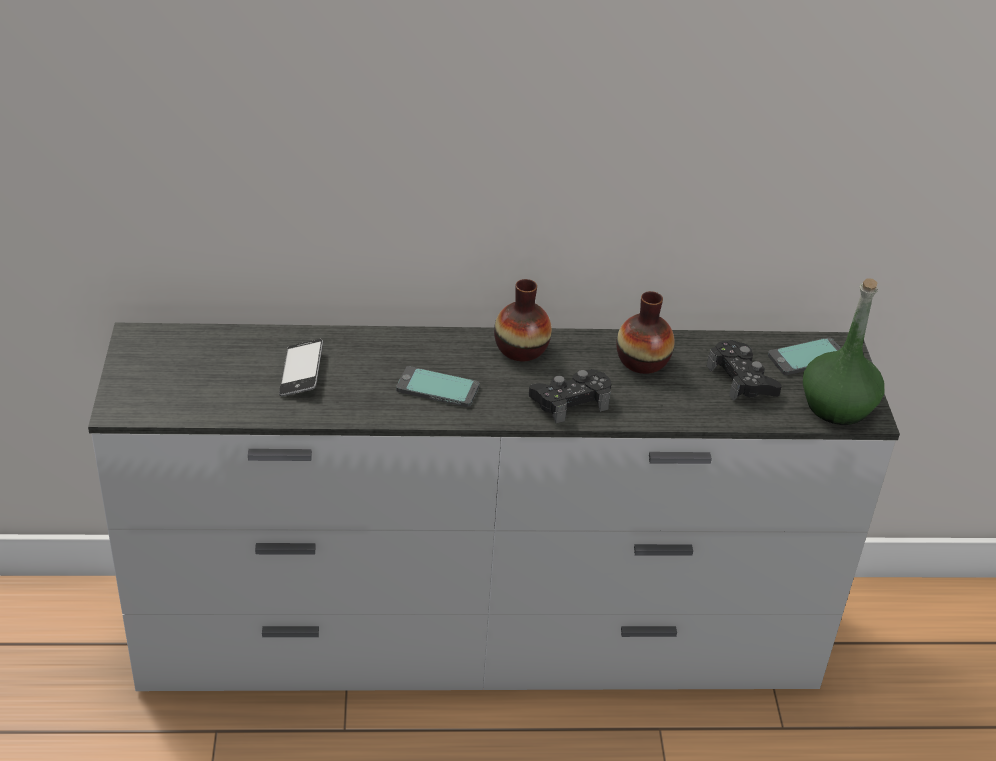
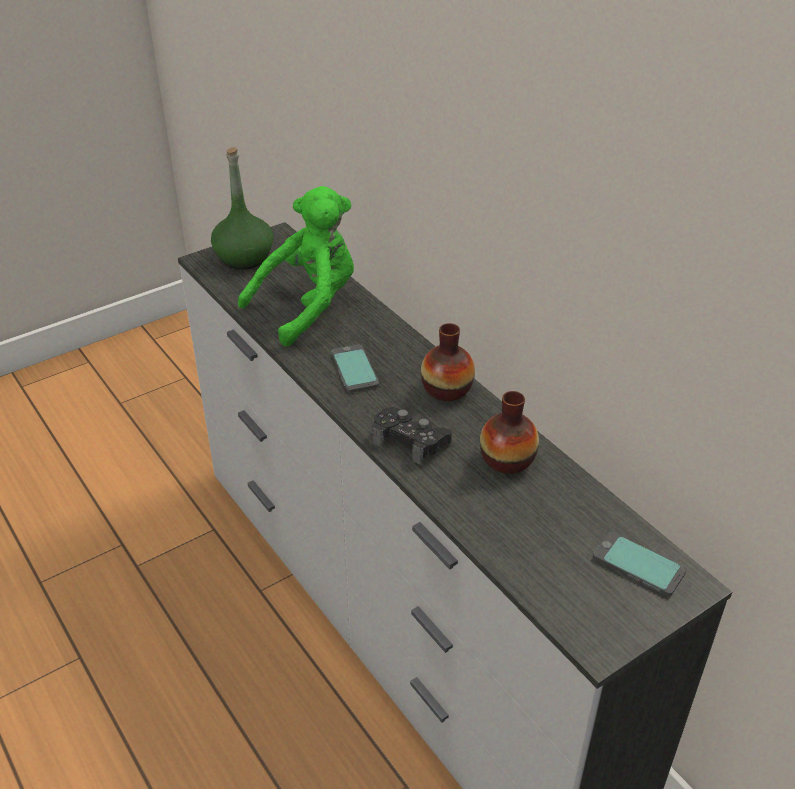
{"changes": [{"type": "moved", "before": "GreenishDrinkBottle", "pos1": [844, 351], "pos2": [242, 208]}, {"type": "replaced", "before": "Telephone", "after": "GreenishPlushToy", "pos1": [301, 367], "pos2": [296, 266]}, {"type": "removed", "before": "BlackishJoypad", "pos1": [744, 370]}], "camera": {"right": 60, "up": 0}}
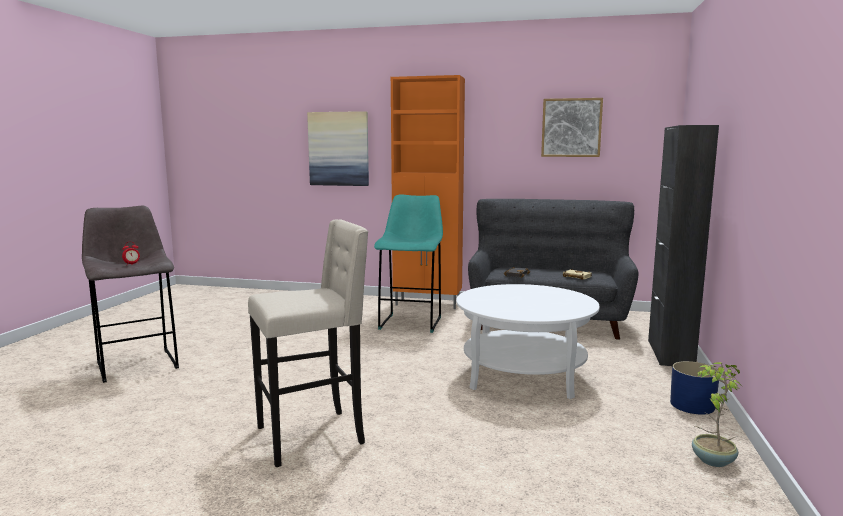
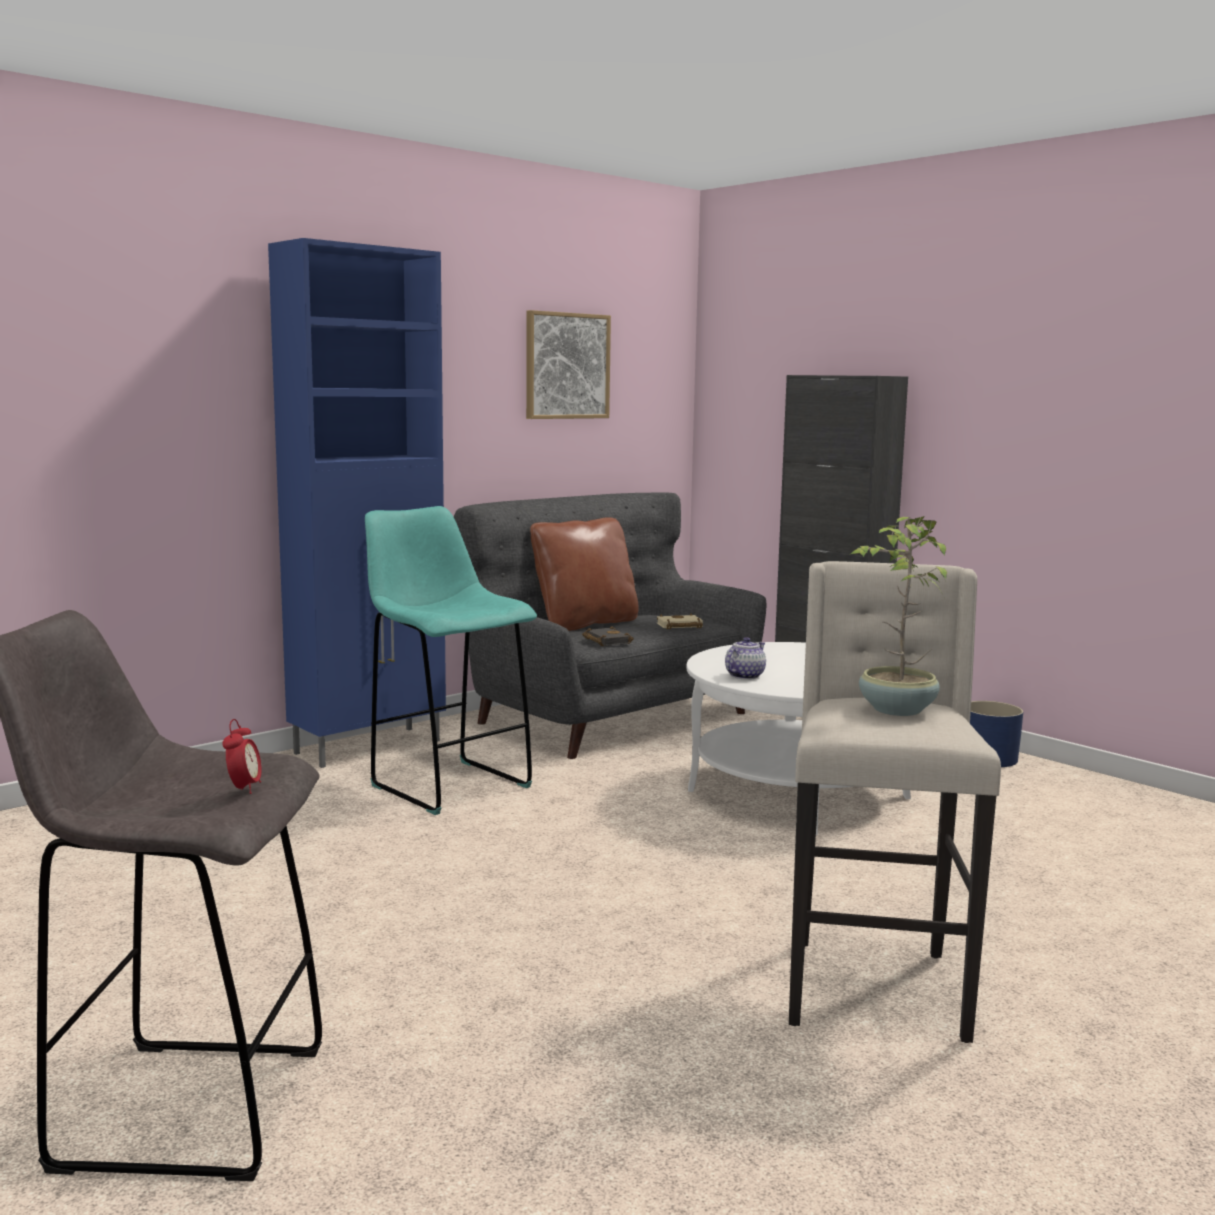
{"changes": [{"type": "recoloured", "before": "OrangeCupboard", "after": "BluishCupboard", "pos1": [428, 192], "pos2": [357, 503]}, {"type": "added", "after": "BrownThrowPillow", "pos2": [584, 574]}, {"type": "added", "after": "PotForTea", "pos2": [745, 658]}, {"type": "moved", "before": "PlantInAPot", "pos1": [717, 414], "pos2": [898, 616]}, {"type": "removed", "before": "WallPicture", "pos1": [338, 148]}], "camera": {"right": -55, "up": 0}}
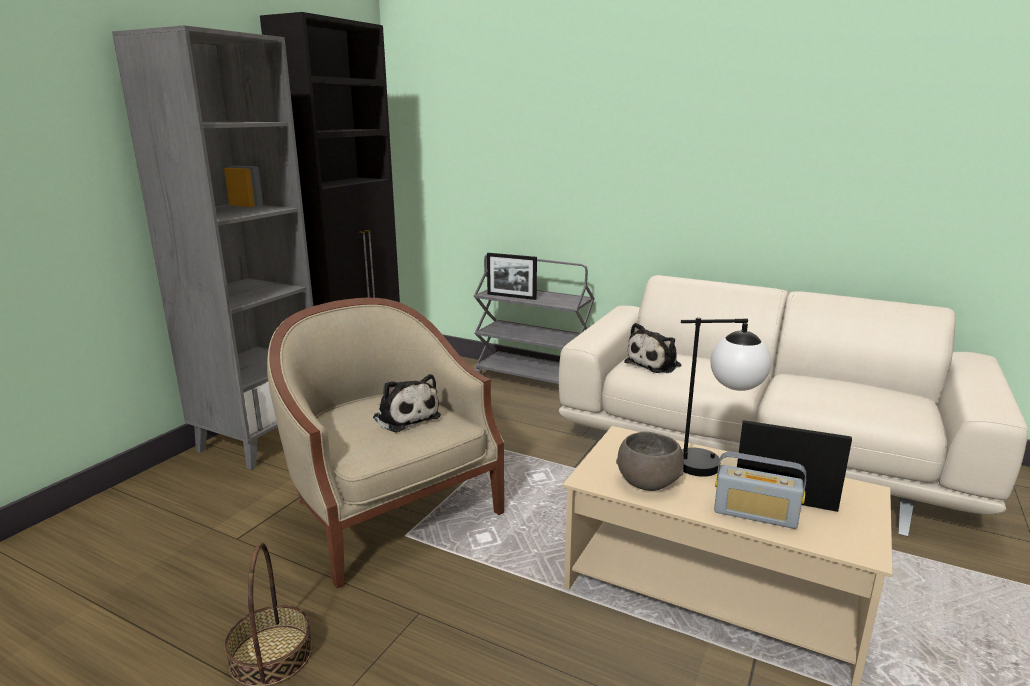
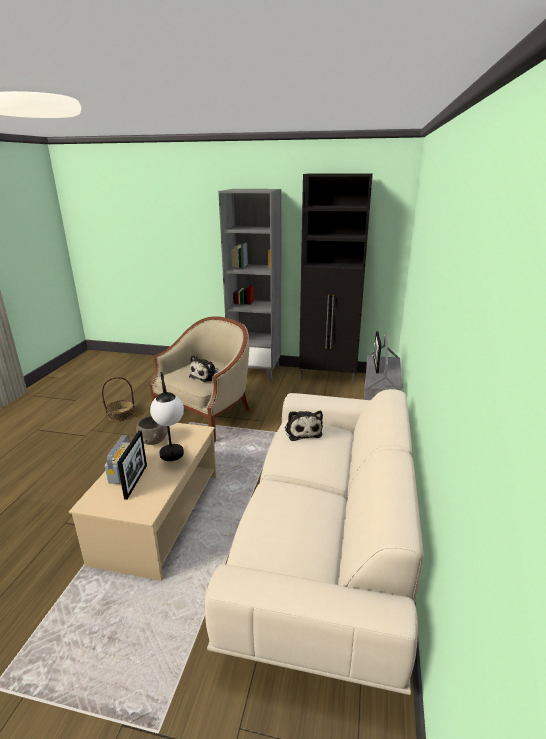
{"changes": [{"type": "turned", "before": "PlushToy", "pos1": [653, 348], "pos2": [304, 426], "turn": -135}], "camera": {"right": 75, "up": 5}}
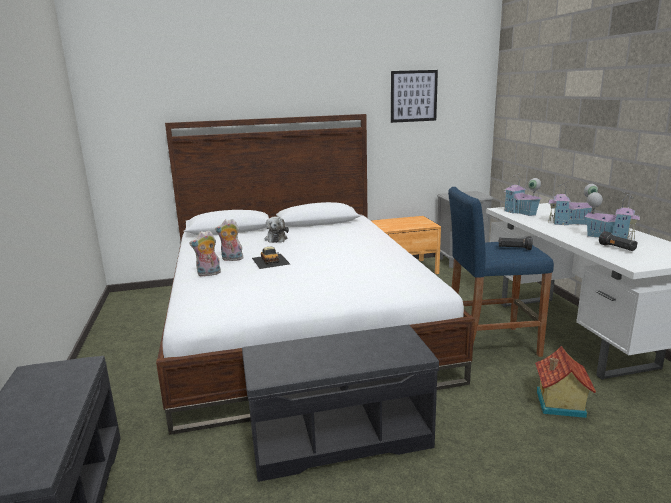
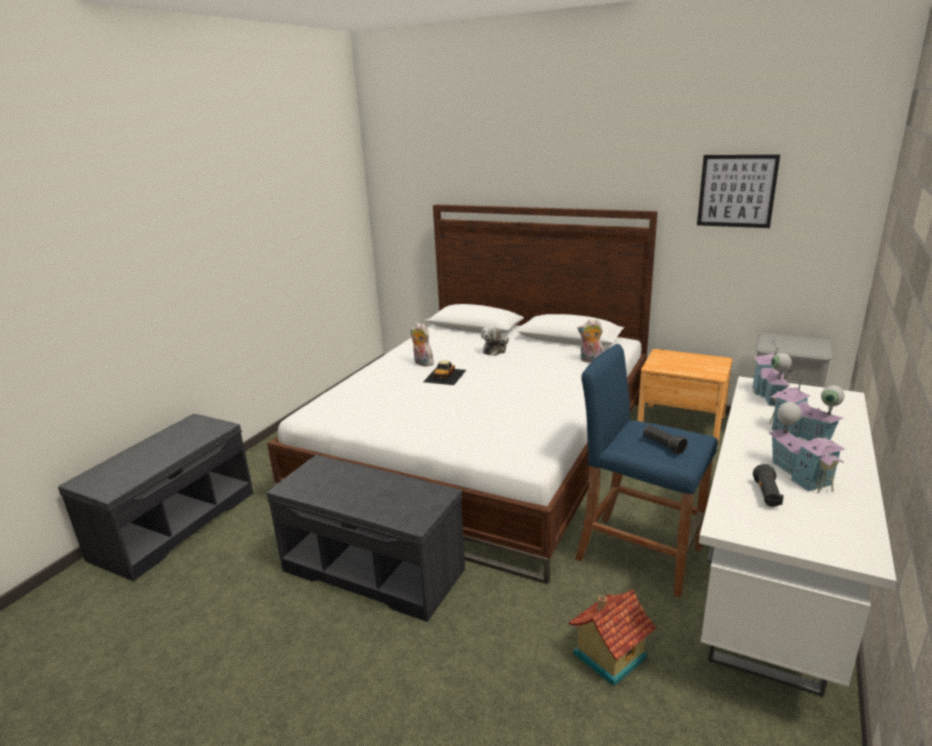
{"changes": [{"type": "moved", "before": "PlushToy", "pos1": [205, 253], "pos2": [590, 341]}], "camera": {"right": 40, "up": 5}}
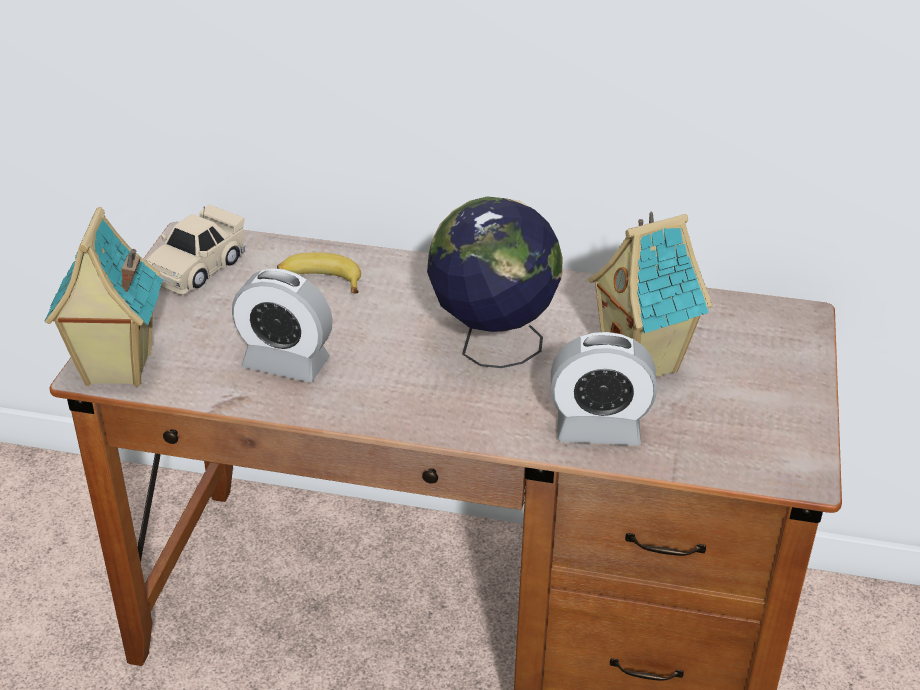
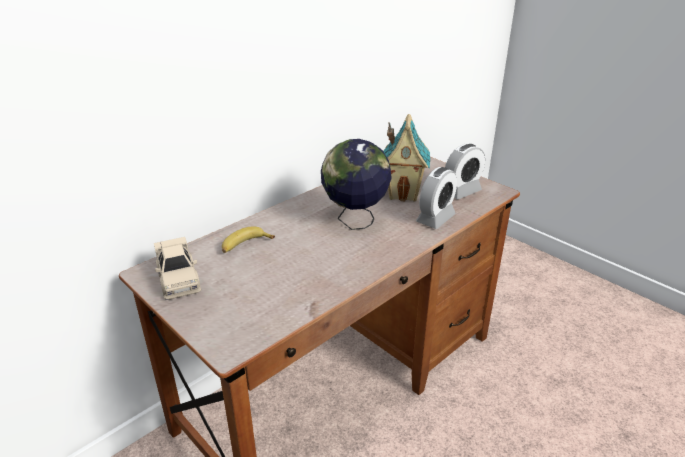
{"changes": [{"type": "moved", "before": "TableClock", "pos1": [282, 325], "pos2": [465, 171]}, {"type": "removed", "before": "ModelHouse", "pos1": [103, 297]}], "camera": {"right": -55, "up": -5}}
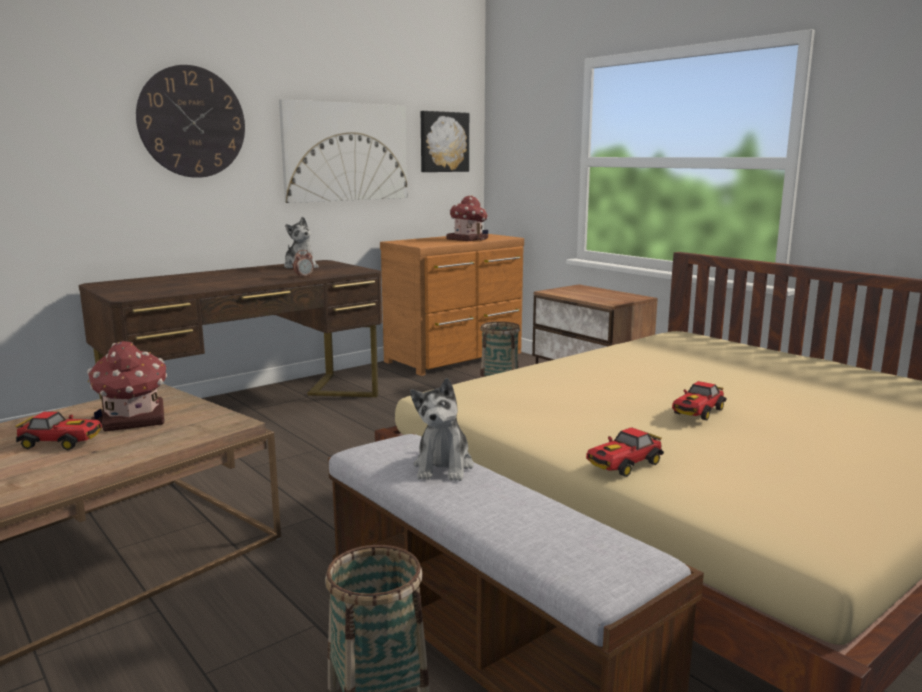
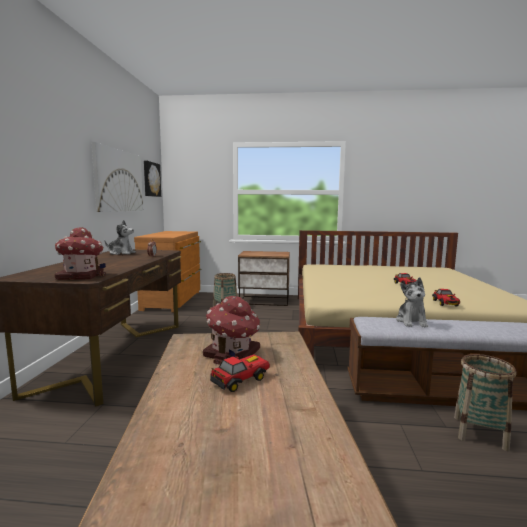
{"changes": [{"type": "moved", "before": "ModelHouse", "pos1": [467, 218], "pos2": [80, 253]}, {"type": "turned", "before": "PlushToy", "pos1": [442, 429], "pos2": [412, 302], "turn": 45}, {"type": "removed", "before": "WallClock", "pos1": [190, 121]}], "camera": {"right": -45, "up": -5}}
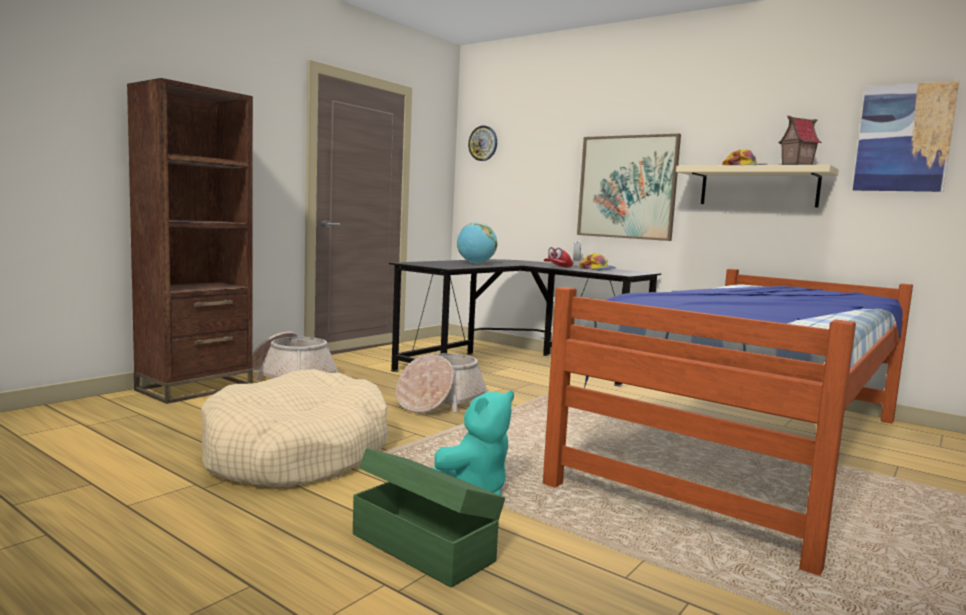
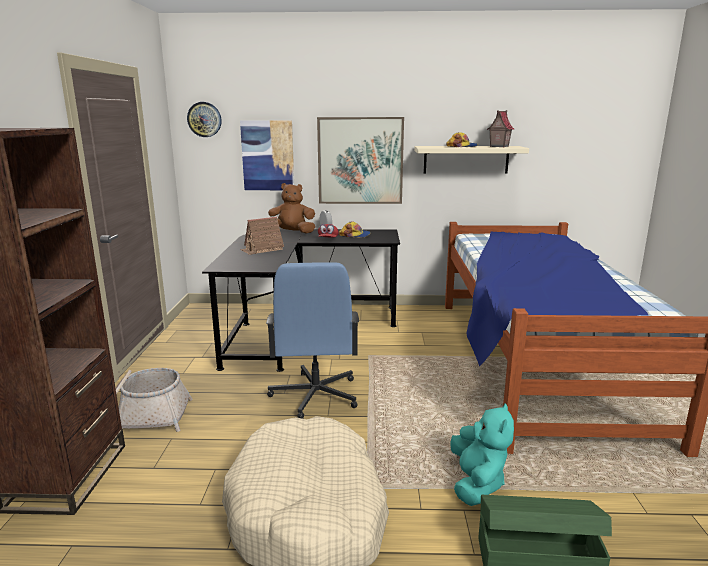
{"changes": [{"type": "moved", "before": "WallPicture", "pos1": [906, 136], "pos2": [267, 155]}, {"type": "replaced", "before": "Globe", "after": "ModelHouse", "pos1": [477, 243], "pos2": [262, 235]}, {"type": "replaced", "before": "StorageBasket", "after": "BluishOfficeChair", "pos1": [442, 383], "pos2": [312, 340]}, {"type": "added", "after": "BrownPlushToy", "pos2": [291, 208]}], "camera": {"right": -35, "up": 10}}
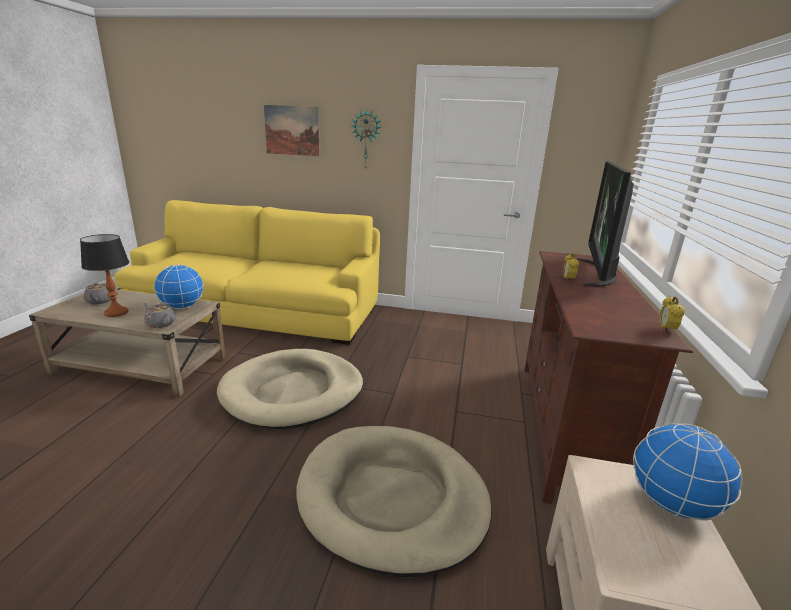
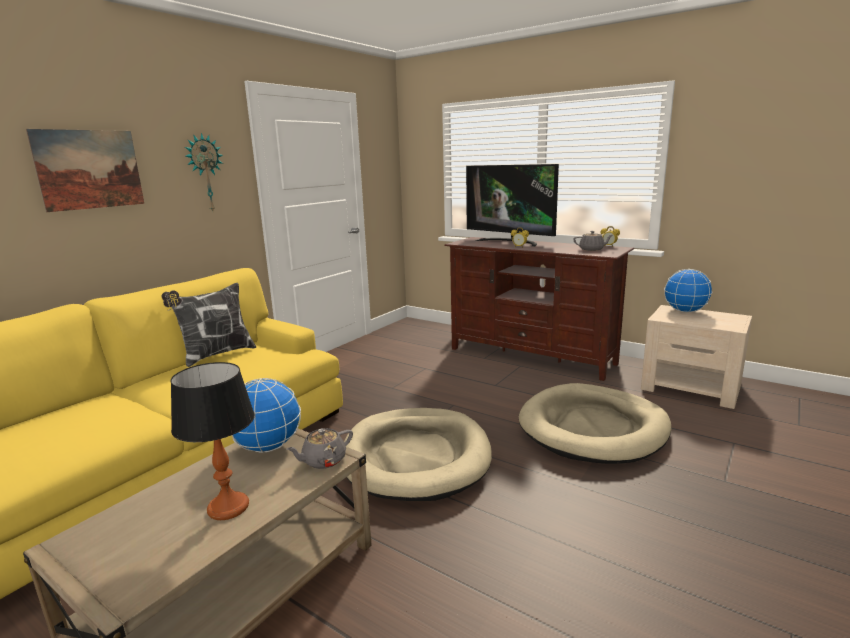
{"changes": [{"type": "added", "after": "ThrowPillow", "pos2": [209, 325]}, {"type": "moved", "before": "GreyishPotForTea", "pos1": [97, 293], "pos2": [593, 241]}], "camera": {"right": -65, "up": -5}}
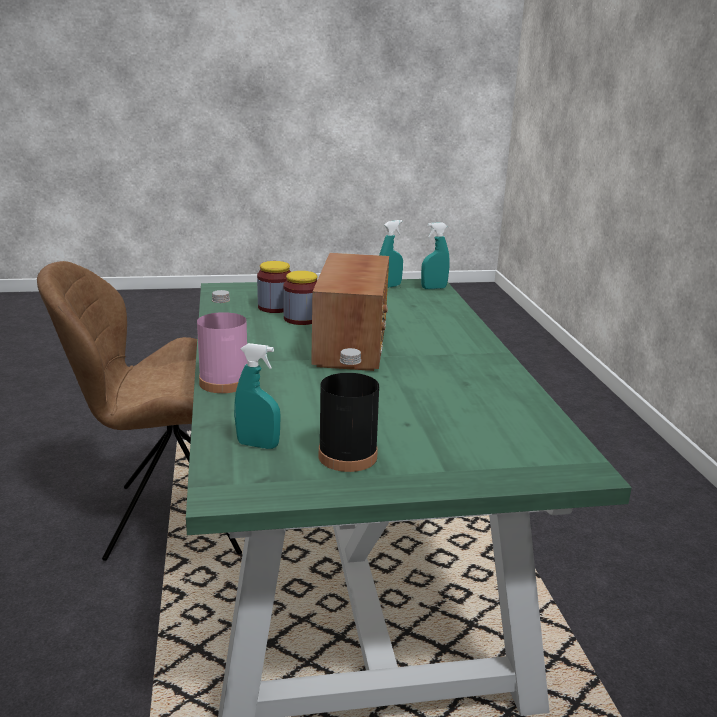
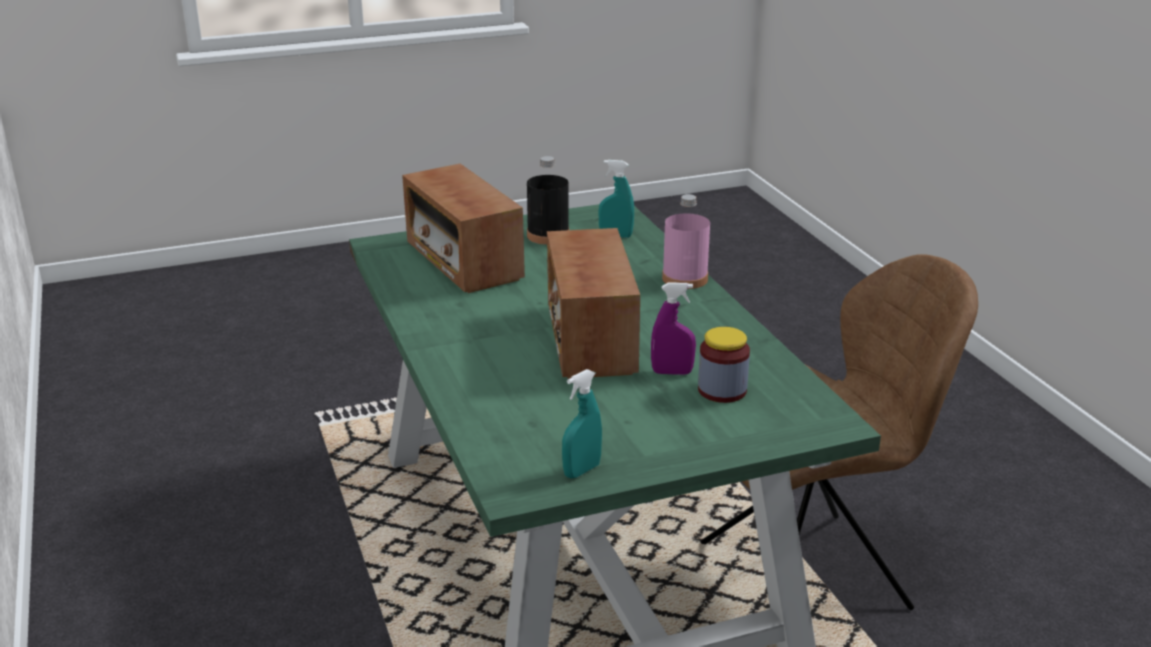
{"changes": [{"type": "added", "after": "RadioReceiver", "pos2": [463, 228]}, {"type": "replaced", "before": "PreserveJar", "after": "PurplishSprayer", "pos1": [300, 298], "pos2": [673, 328]}, {"type": "removed", "before": "BlueGreenSprayer", "pos1": [435, 256]}], "camera": {"right": 170, "up": 5}}
